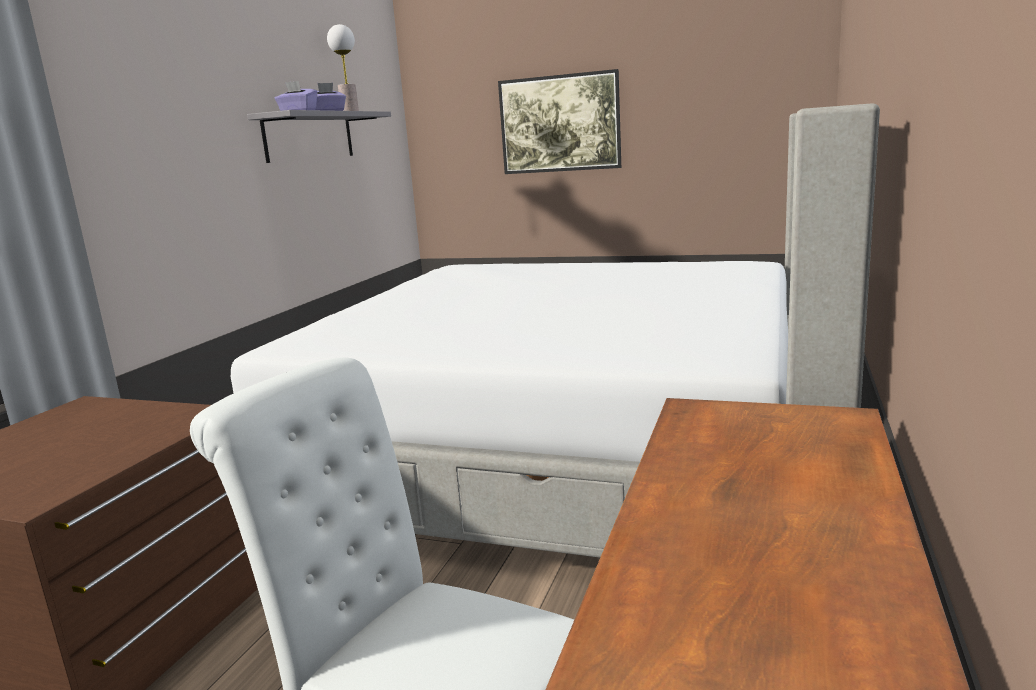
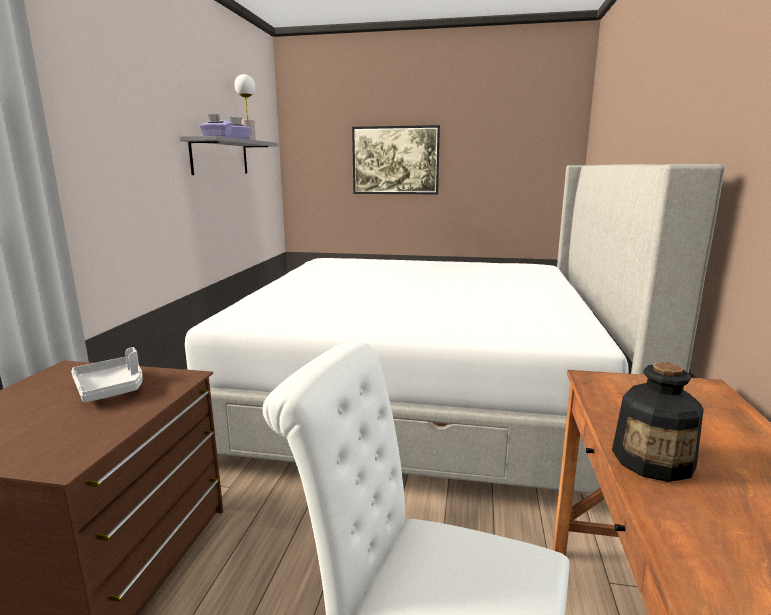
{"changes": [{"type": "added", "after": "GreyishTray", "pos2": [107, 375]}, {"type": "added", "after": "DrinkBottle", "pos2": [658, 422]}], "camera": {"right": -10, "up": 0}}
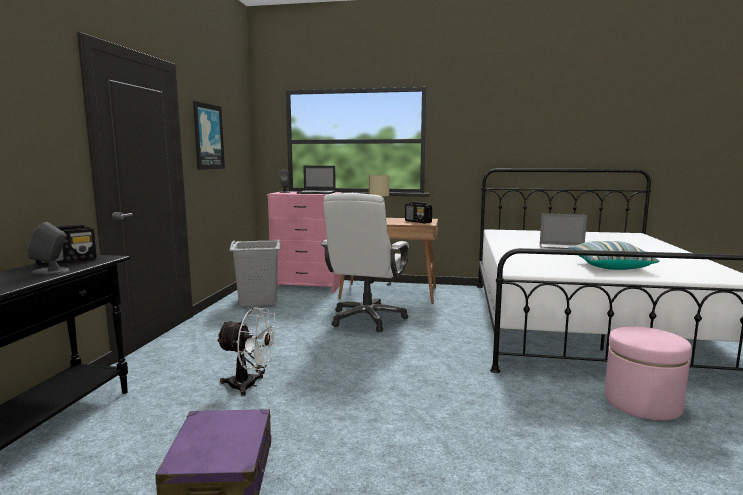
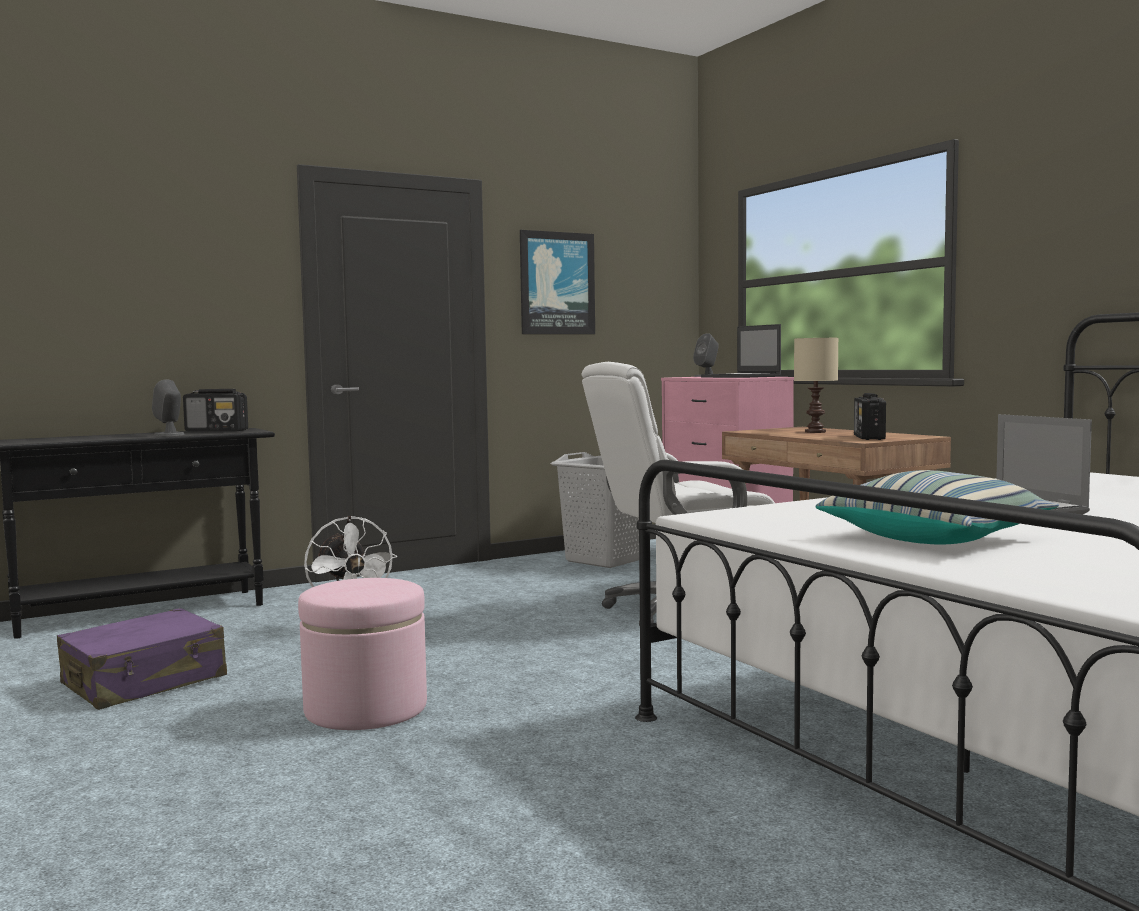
{"changes": [{"type": "moved", "before": "PinkFootrest", "pos1": [648, 373], "pos2": [362, 654]}], "camera": {"right": 50, "up": -5}}
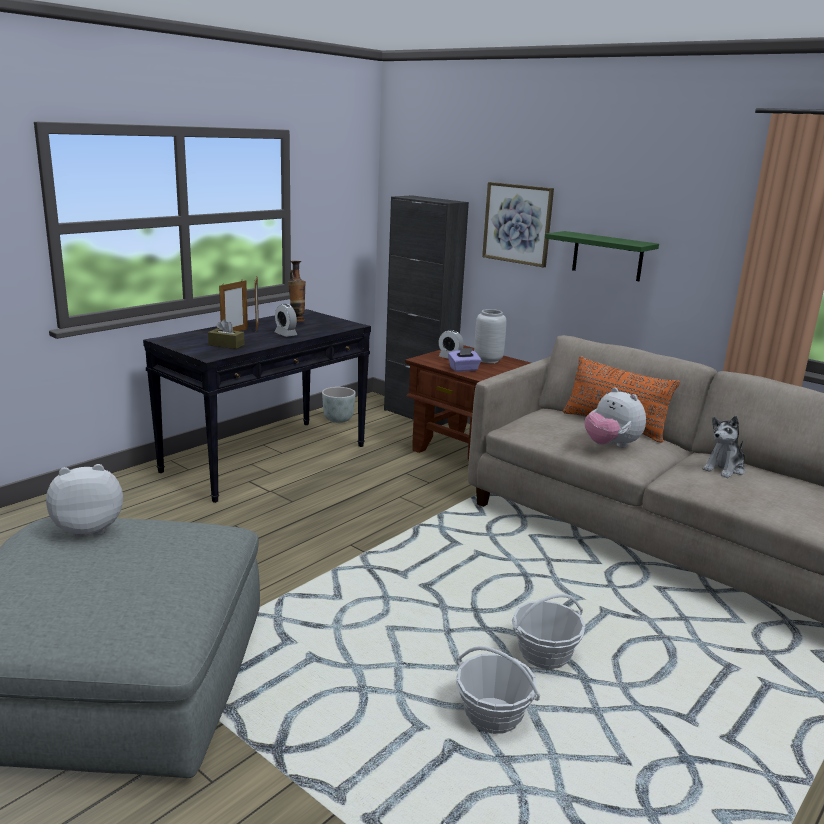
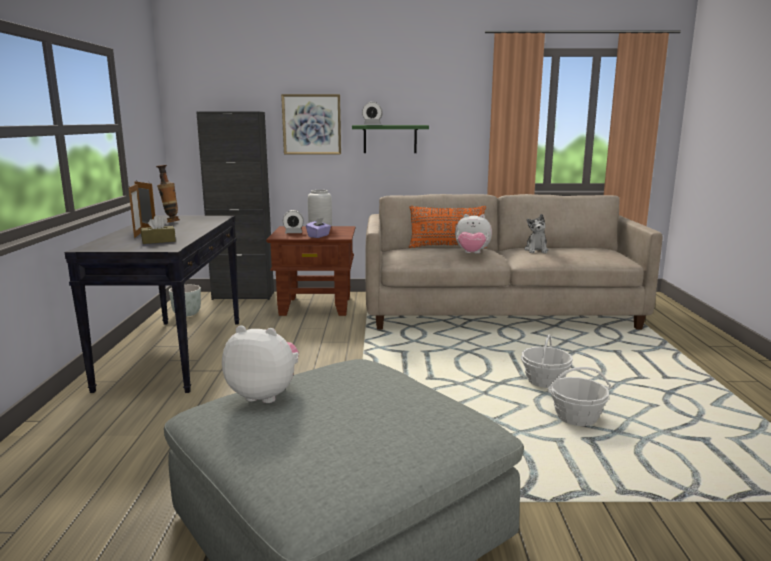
{"changes": [{"type": "turned", "before": "PlushToy", "pos1": [84, 501], "pos2": [260, 364], "turn": 75}, {"type": "moved", "before": "TableClock", "pos1": [286, 320], "pos2": [372, 113]}], "camera": {"right": -40, "up": -5}}
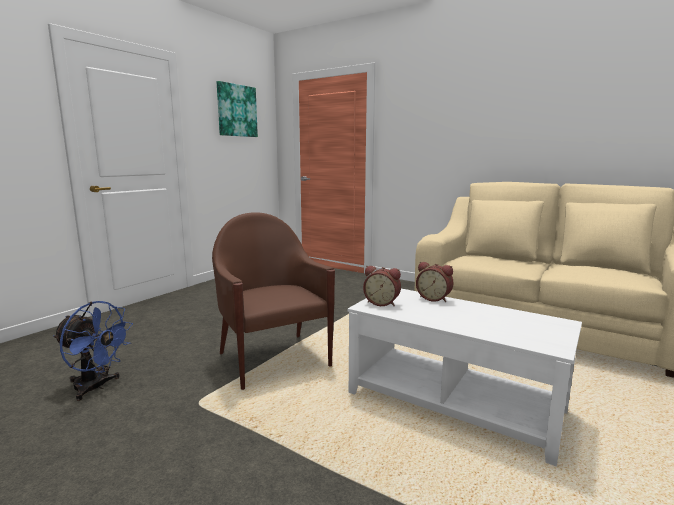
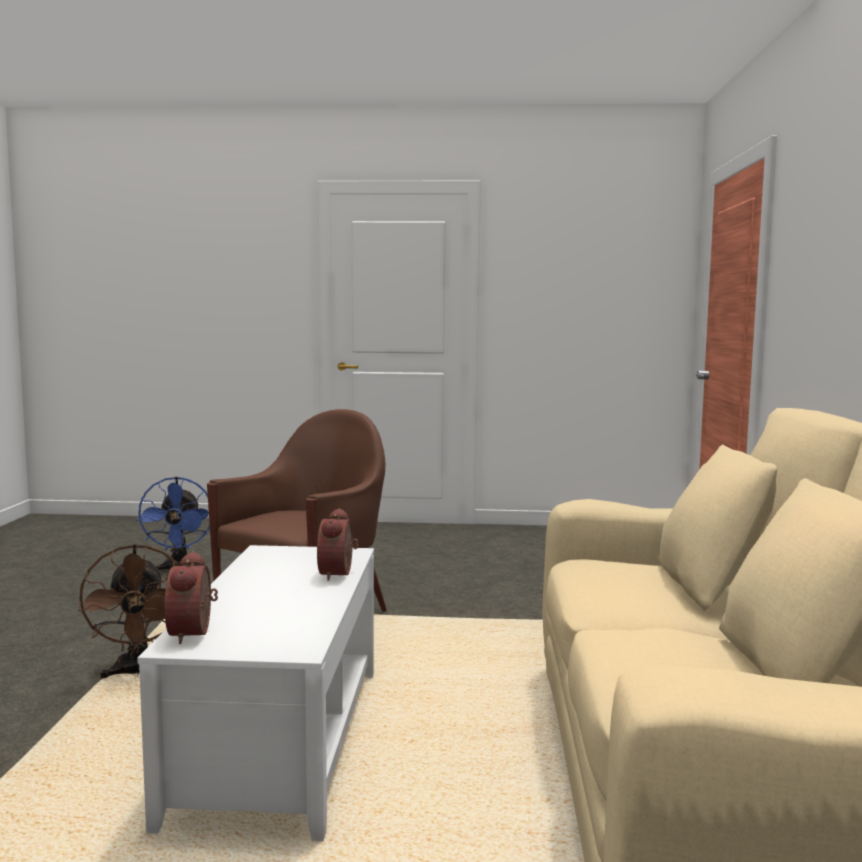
{"changes": [{"type": "added", "after": "BrownElectricFan", "pos2": [128, 611]}, {"type": "moved", "before": "TableClock", "pos1": [382, 286], "pos2": [191, 597]}, {"type": "removed", "before": "WallPicture", "pos1": [237, 109]}], "camera": {"right": 60, "up": -5}}
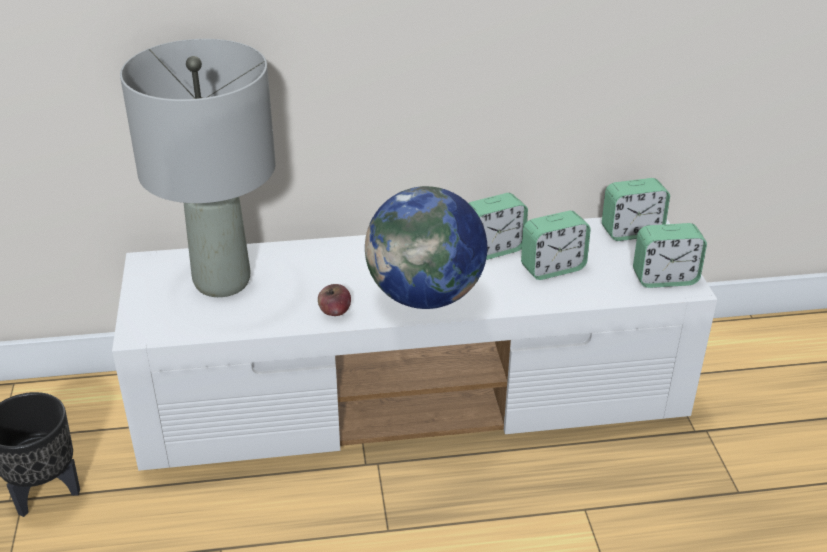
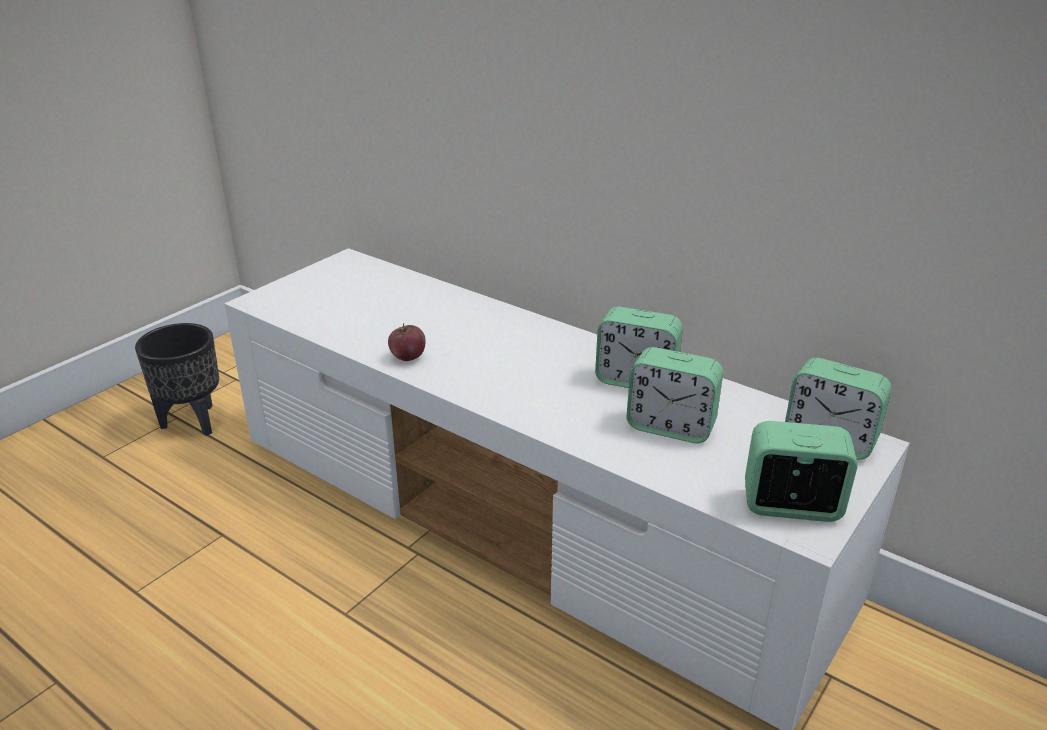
{"changes": [{"type": "turned", "before": "TableClock", "pos1": [670, 255], "pos2": [801, 471], "turn": 150}, {"type": "removed", "before": "GreyishLampForATable", "pos1": [198, 168]}, {"type": "removed", "before": "Globe", "pos1": [426, 247]}], "camera": {"right": 45, "up": -5}}
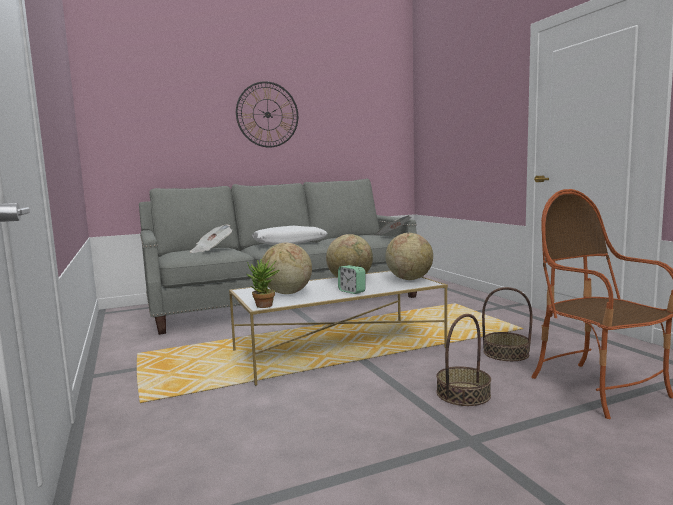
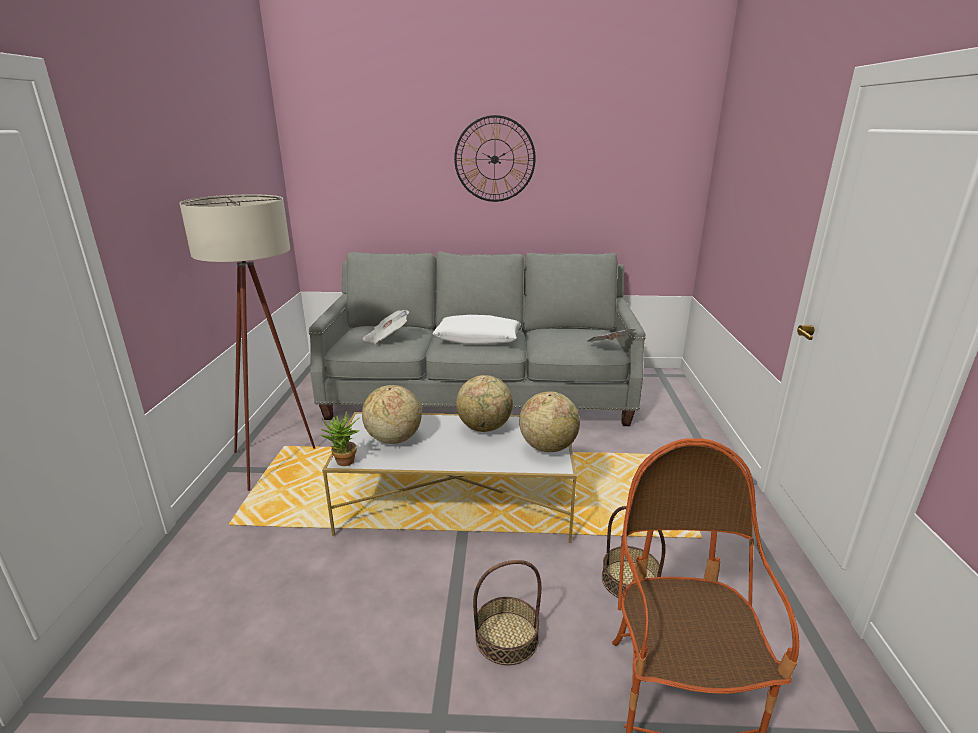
{"changes": [{"type": "added", "after": "BeigeStandardLamp", "pos2": [247, 342]}, {"type": "removed", "before": "TableClock", "pos1": [351, 279]}], "camera": {"right": 25, "up": 15}}
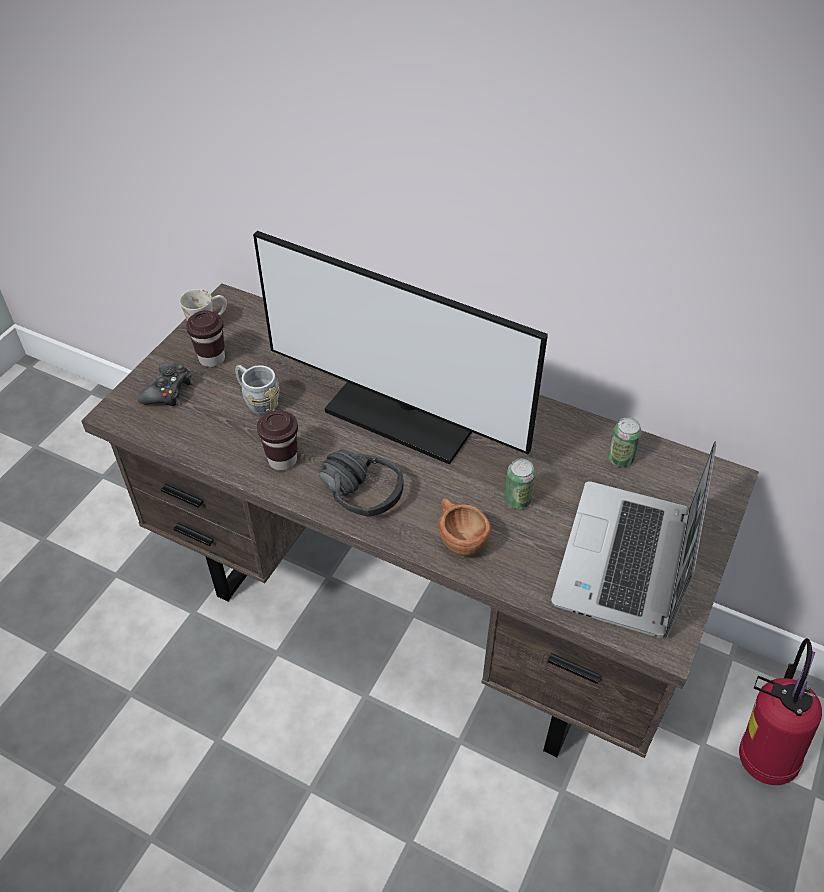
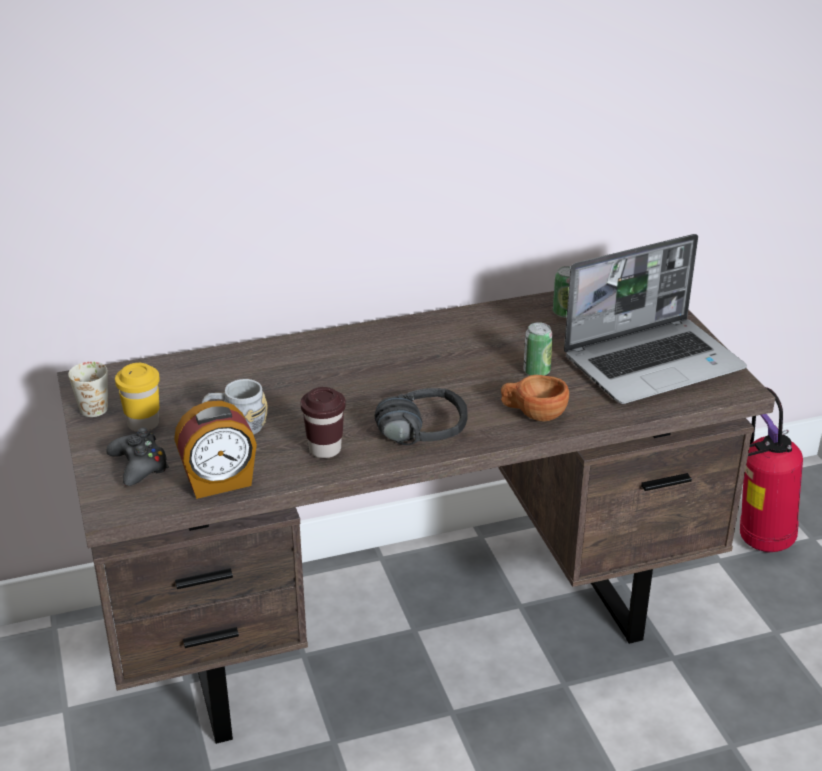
{"changes": [{"type": "recoloured", "before": "BrownDrinkingCup", "after": "YellowColouredDrinkingCup", "pos1": [205, 338], "pos2": [137, 397]}, {"type": "added", "after": "TableClock", "pos2": [215, 450]}, {"type": "turned", "before": "Laptop", "pos1": [633, 539], "pos2": [655, 319], "turn": -90}, {"type": "removed", "before": "Monitor", "pos1": [400, 348]}], "camera": {"right": -45, "up": -15}}
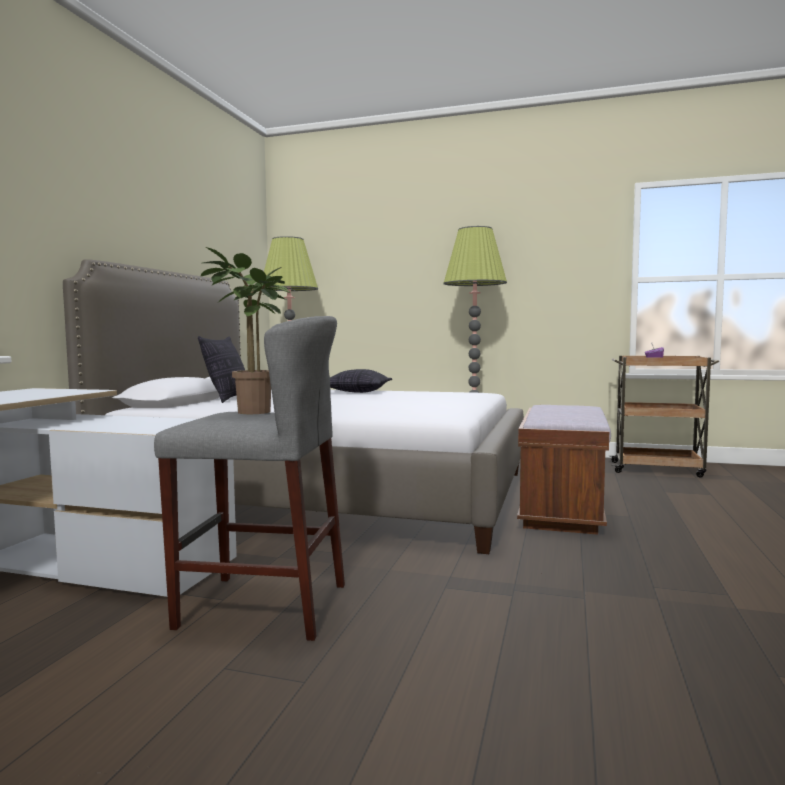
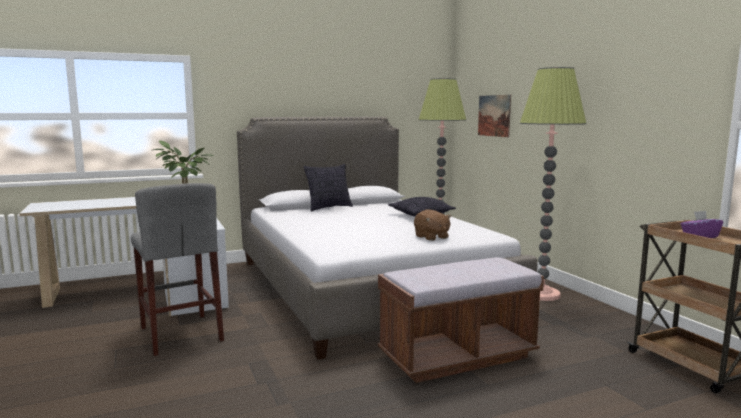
{"changes": [{"type": "added", "after": "BrownPlushToy", "pos2": [432, 225]}, {"type": "added", "after": "WallPicture", "pos2": [494, 116]}], "camera": {"right": 50, "up": 5}}
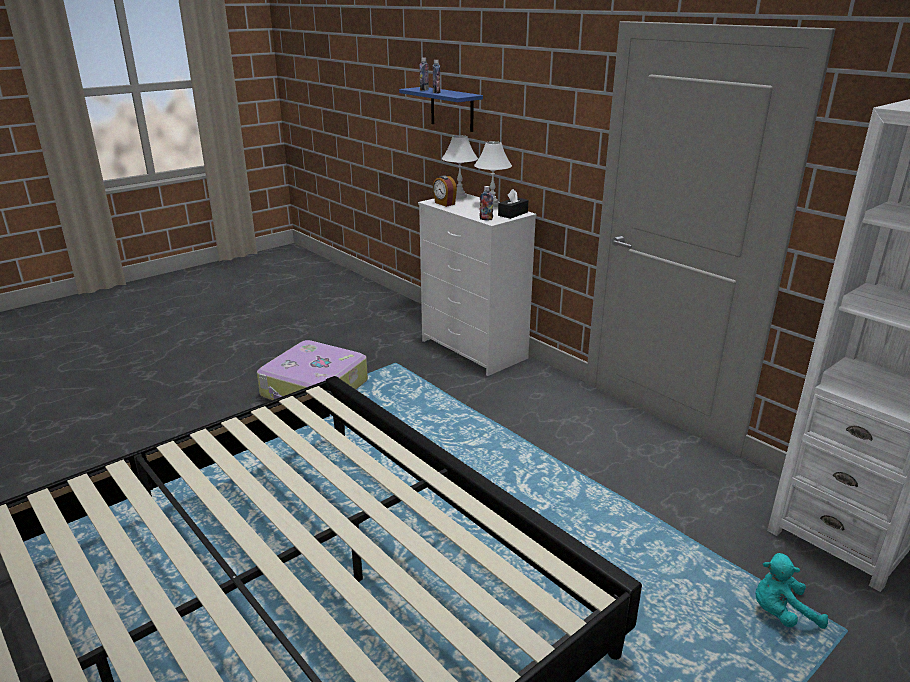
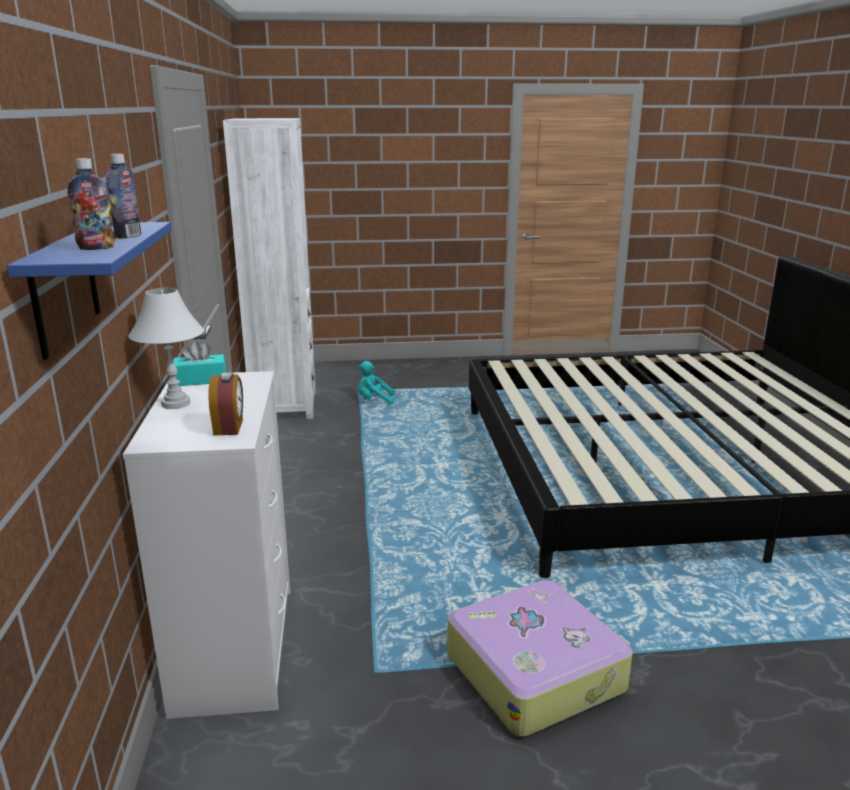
{"changes": [{"type": "recoloured", "before": "BlackishBoxOfTissues", "after": "BlueGreenBoxOfTissues", "pos1": [513, 204], "pos2": [199, 363]}, {"type": "turned", "before": "BlueGreenPlushToy", "pos1": [792, 591], "pos2": [376, 383], "turn": 150}, {"type": "removed", "before": "WhiteLampForATable", "pos1": [460, 167]}, {"type": "removed", "before": "DrinkBottle", "pos1": [486, 203]}], "camera": {"right": -145, "up": -5}}
